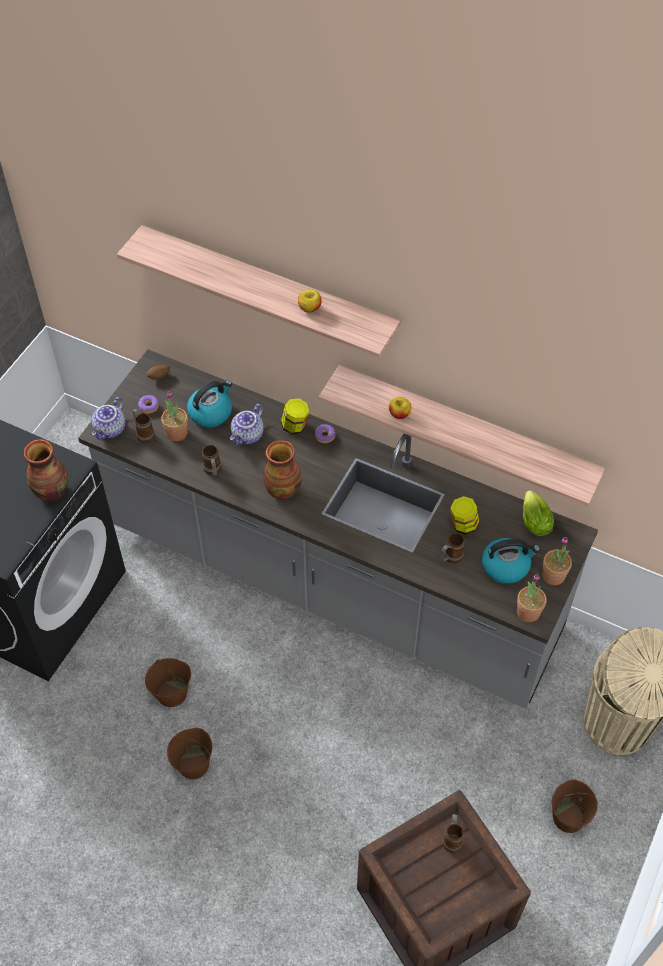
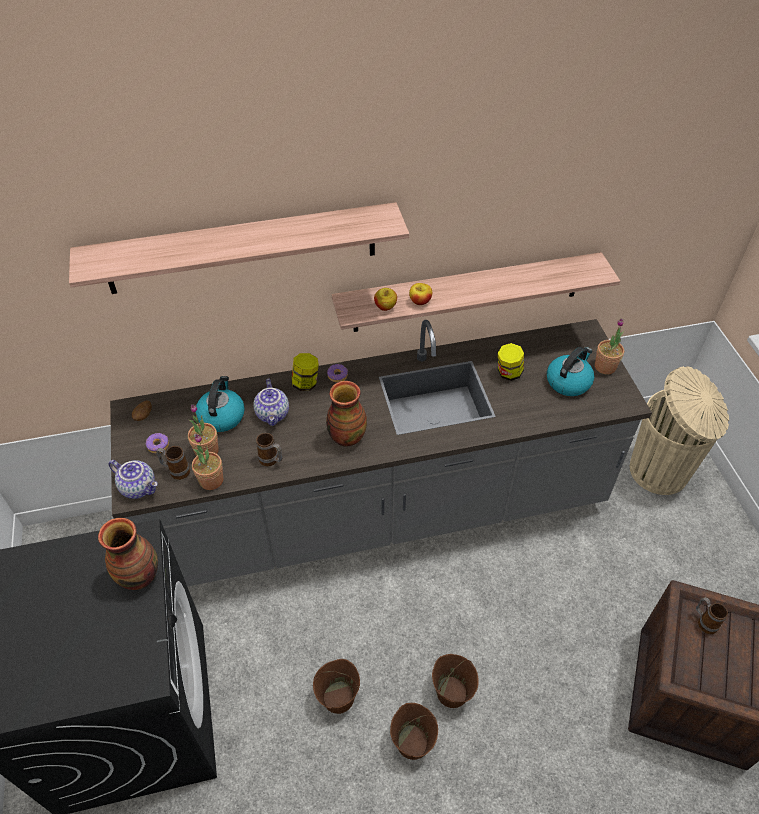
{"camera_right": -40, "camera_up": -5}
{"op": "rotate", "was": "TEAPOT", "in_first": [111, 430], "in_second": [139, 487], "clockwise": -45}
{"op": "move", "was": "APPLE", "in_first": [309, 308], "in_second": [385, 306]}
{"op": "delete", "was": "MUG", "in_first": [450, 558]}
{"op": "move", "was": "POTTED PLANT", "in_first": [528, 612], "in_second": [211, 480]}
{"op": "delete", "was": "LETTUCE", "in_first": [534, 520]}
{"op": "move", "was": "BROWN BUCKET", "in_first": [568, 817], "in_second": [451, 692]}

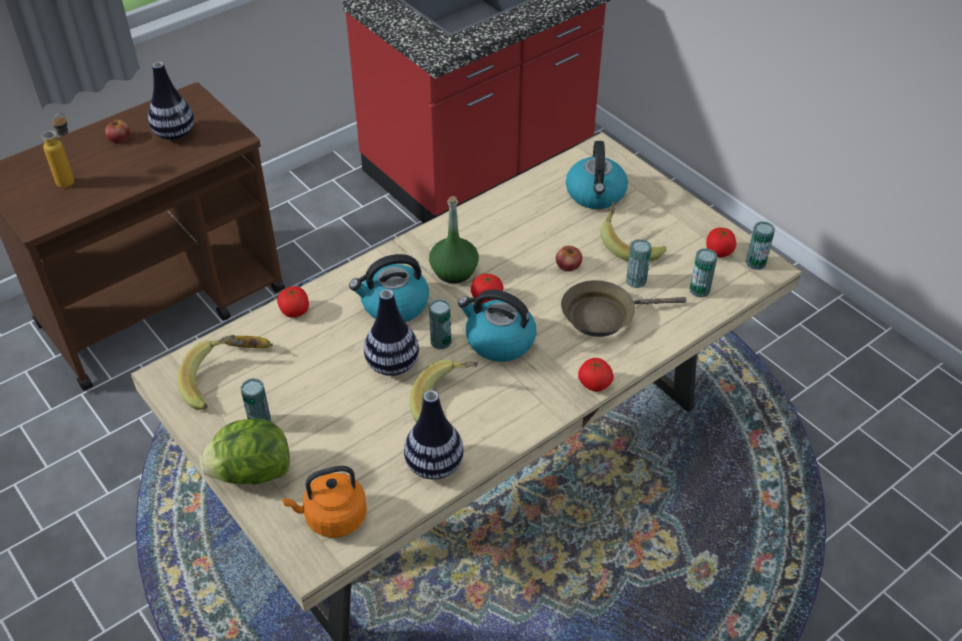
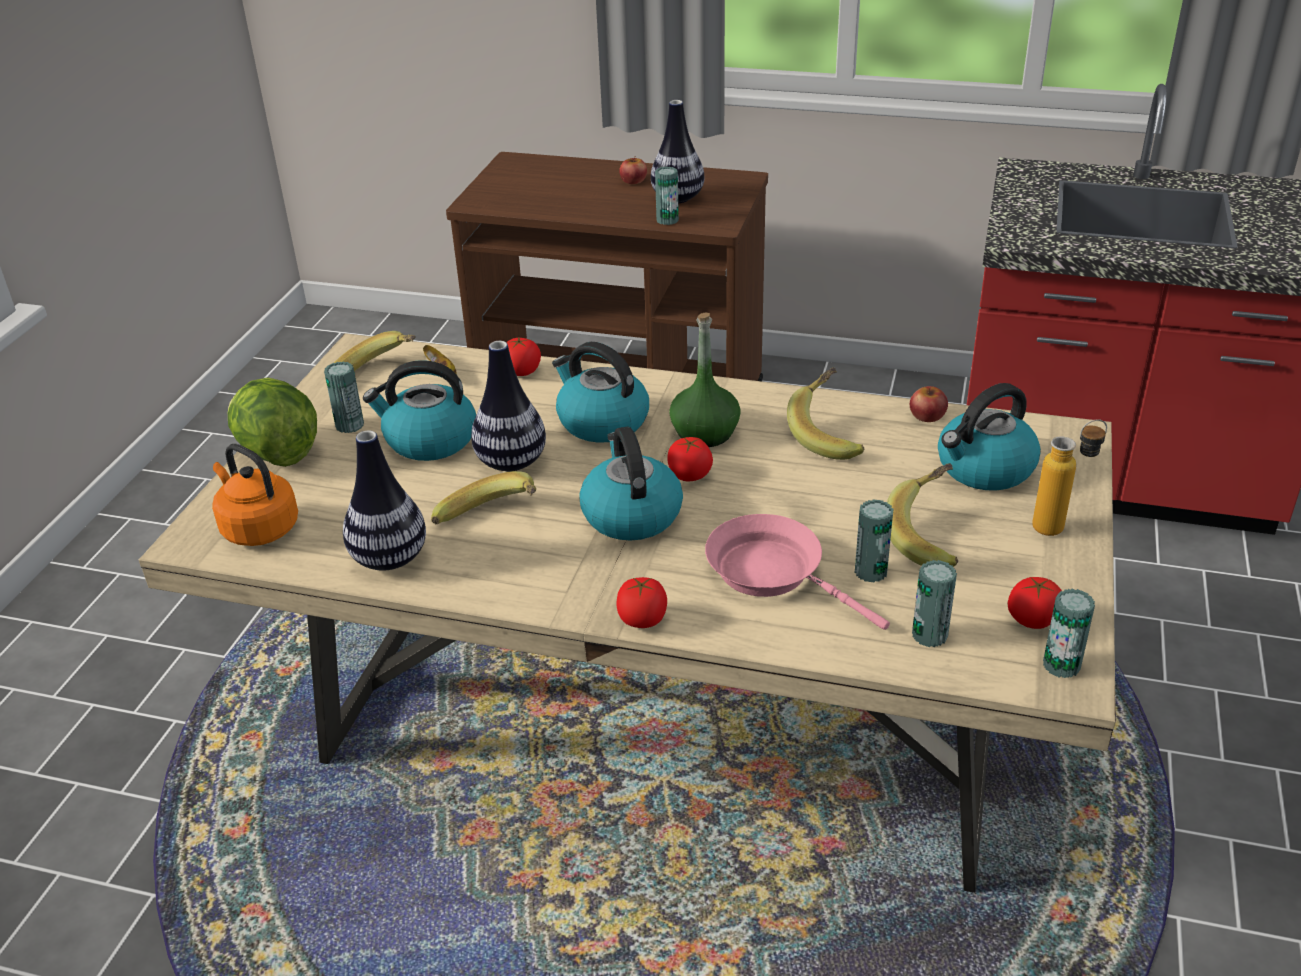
{"camera_right": 55, "camera_up": -10}
{"op": "move", "was": "BOTTLE", "in_first": [70, 178], "in_second": [1060, 526]}
{"op": "move", "was": "CAN", "in_first": [441, 341], "in_second": [667, 220]}
{"op": "move", "was": "APPLE", "in_first": [568, 265], "in_second": [927, 415]}
{"op": "recolor", "was": "BROWN FRYING PAN", "now": "PINK FRYING PAN", "in_first": [604, 315], "in_second": [773, 573]}
{"op": "insert", "now": "KETTLE", "in_second": [429, 440]}
{"op": "insert", "now": "BANANA", "in_second": [831, 434]}

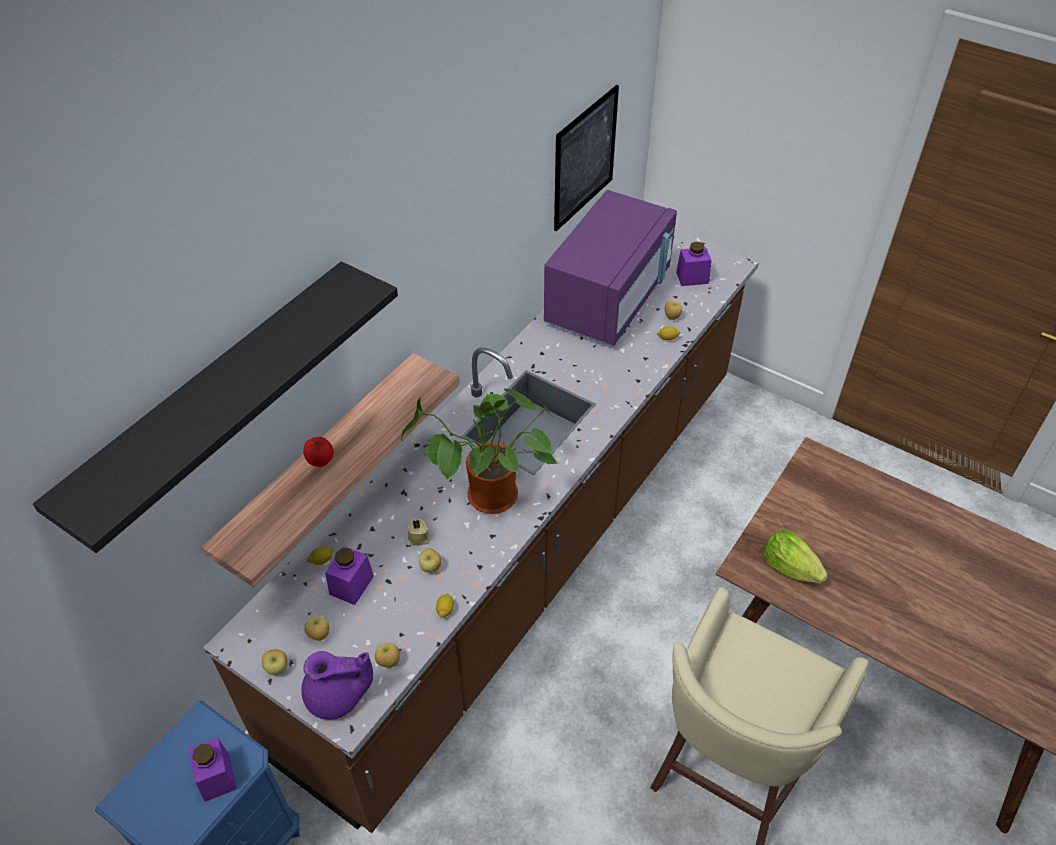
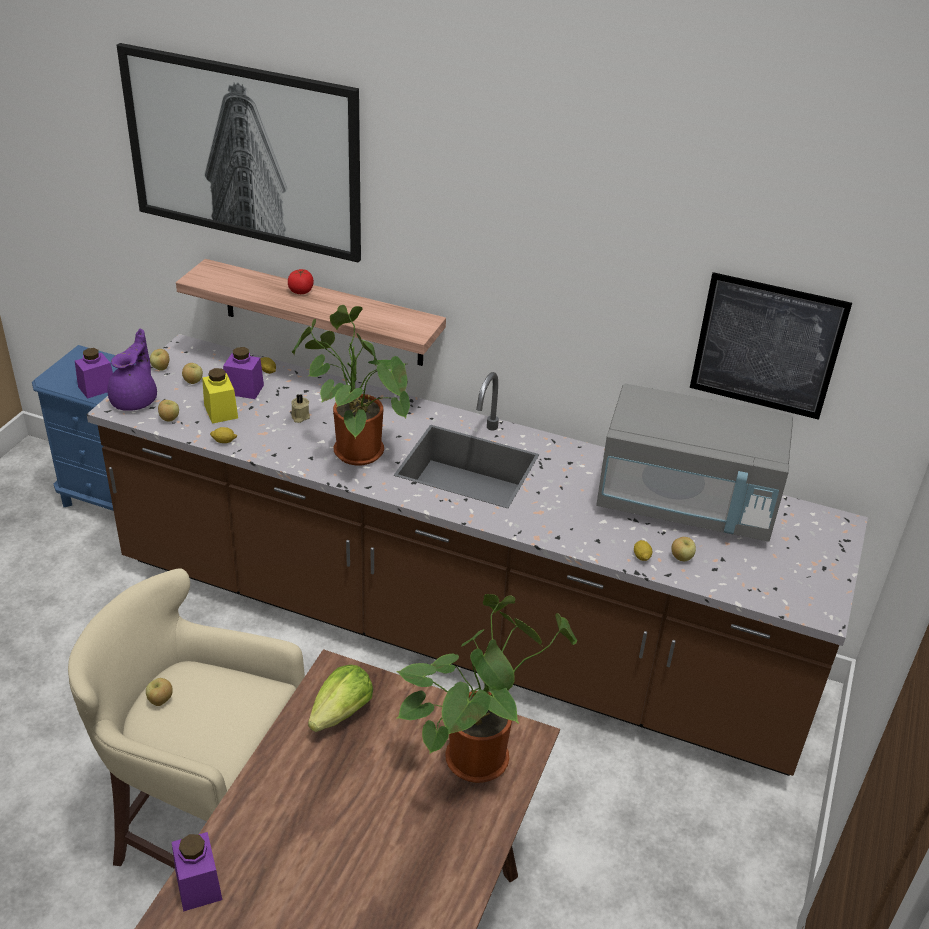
{"camera_right": 75, "camera_up": -10}
{"op": "replace", "was": "BLACK SHELF", "now": "PICTURE", "in_first": [214, 398], "in_second": [242, 153]}
{"op": "rotate", "was": "PURPLE TEAPOT", "in_first": [338, 697], "in_second": [136, 400], "clockwise": -150}
{"op": "move", "was": "APPLE", "in_first": [431, 567], "in_second": [160, 701]}
{"op": "recolor", "was": "PURPLE MICROWAVE", "now": "GREY MICROWAVE", "in_first": [608, 299], "in_second": [686, 503]}
{"op": "move", "was": "PURPLE JAR", "in_first": [692, 277], "in_second": [198, 884]}
{"op": "insert", "now": "YELLOW JAR", "in_second": [221, 411]}
{"op": "insert", "now": "POTTED PLANT", "in_second": [478, 753]}

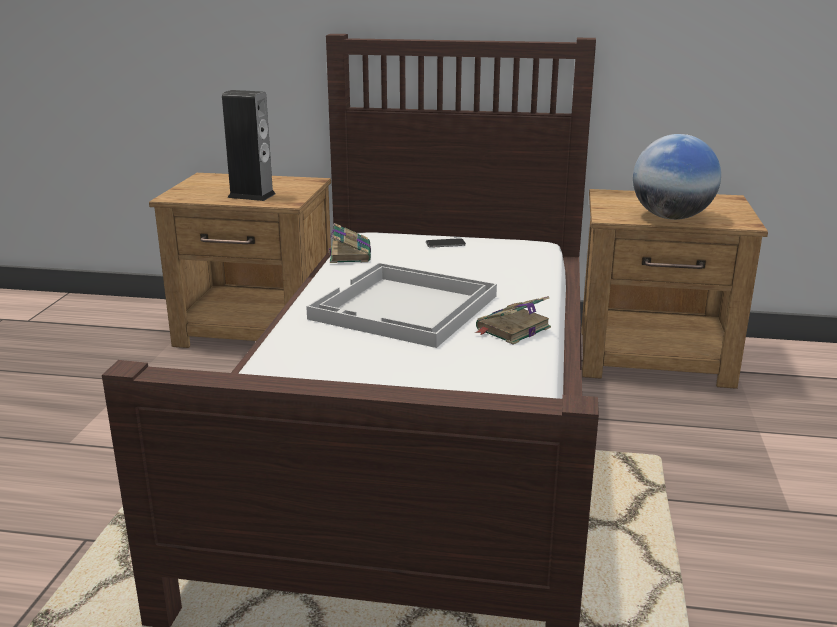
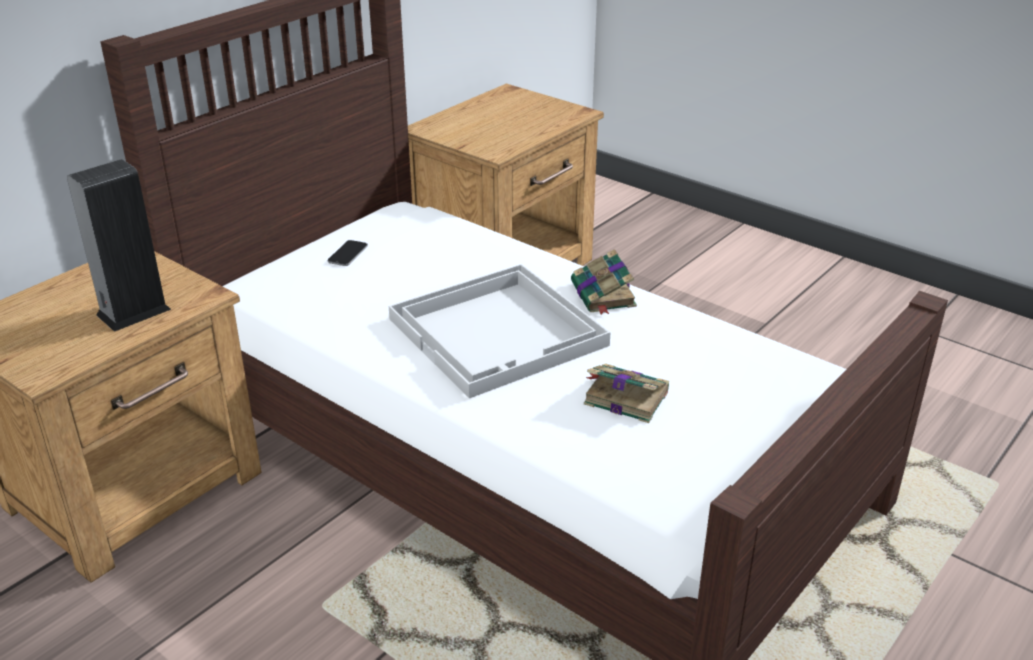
{"camera_right": -60, "camera_up": 10}
{"op": "move", "was": "BOOK", "in_first": [350, 254], "in_second": [624, 397]}
{"op": "delete", "was": "GLOBE", "in_first": [671, 217]}

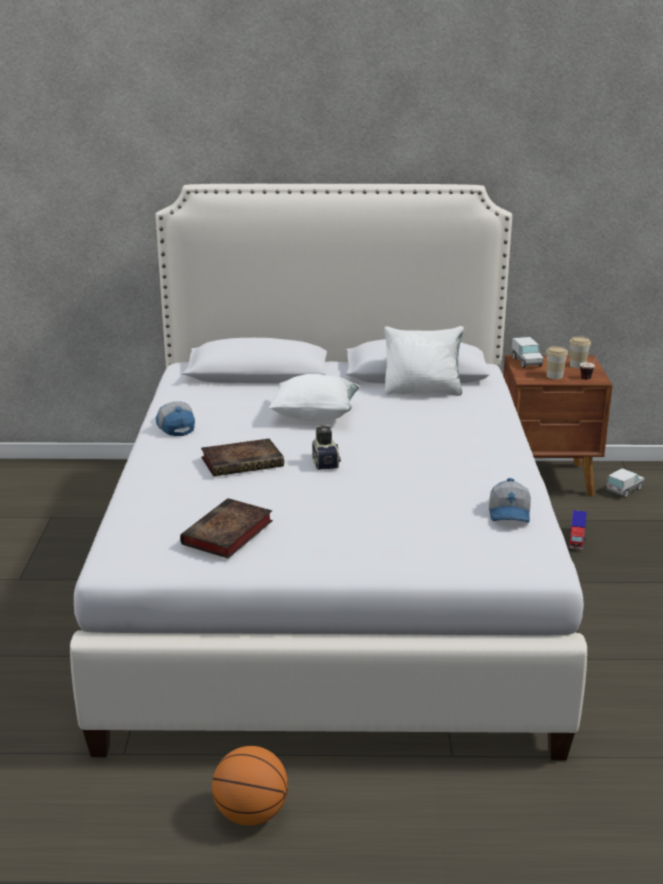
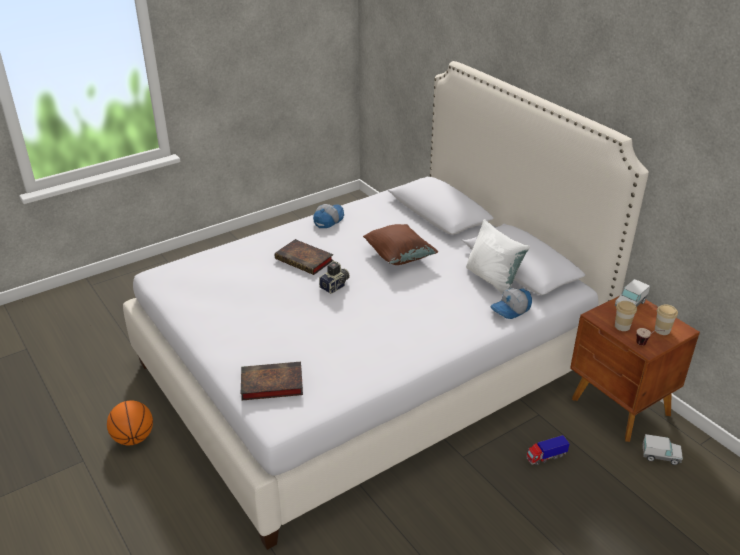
{"camera_right": 55, "camera_up": 10}
{"op": "move", "was": "BOOK", "in_first": [227, 534], "in_second": [270, 384]}
{"op": "recolor", "was": "WHITE PILLOW", "now": "BROWN PILLOW", "in_first": [315, 416], "in_second": [399, 257]}
{"op": "move", "was": "CAP", "in_first": [510, 514], "in_second": [511, 310]}

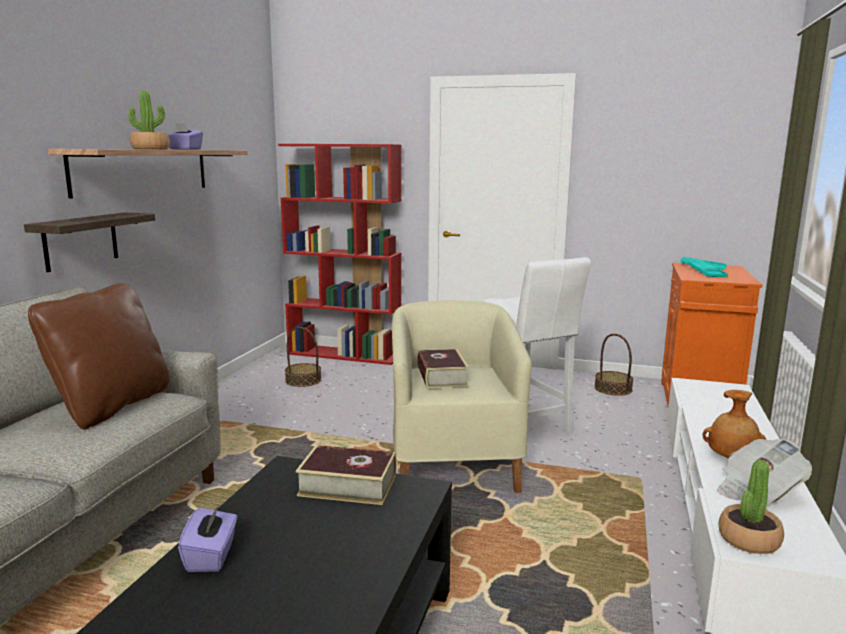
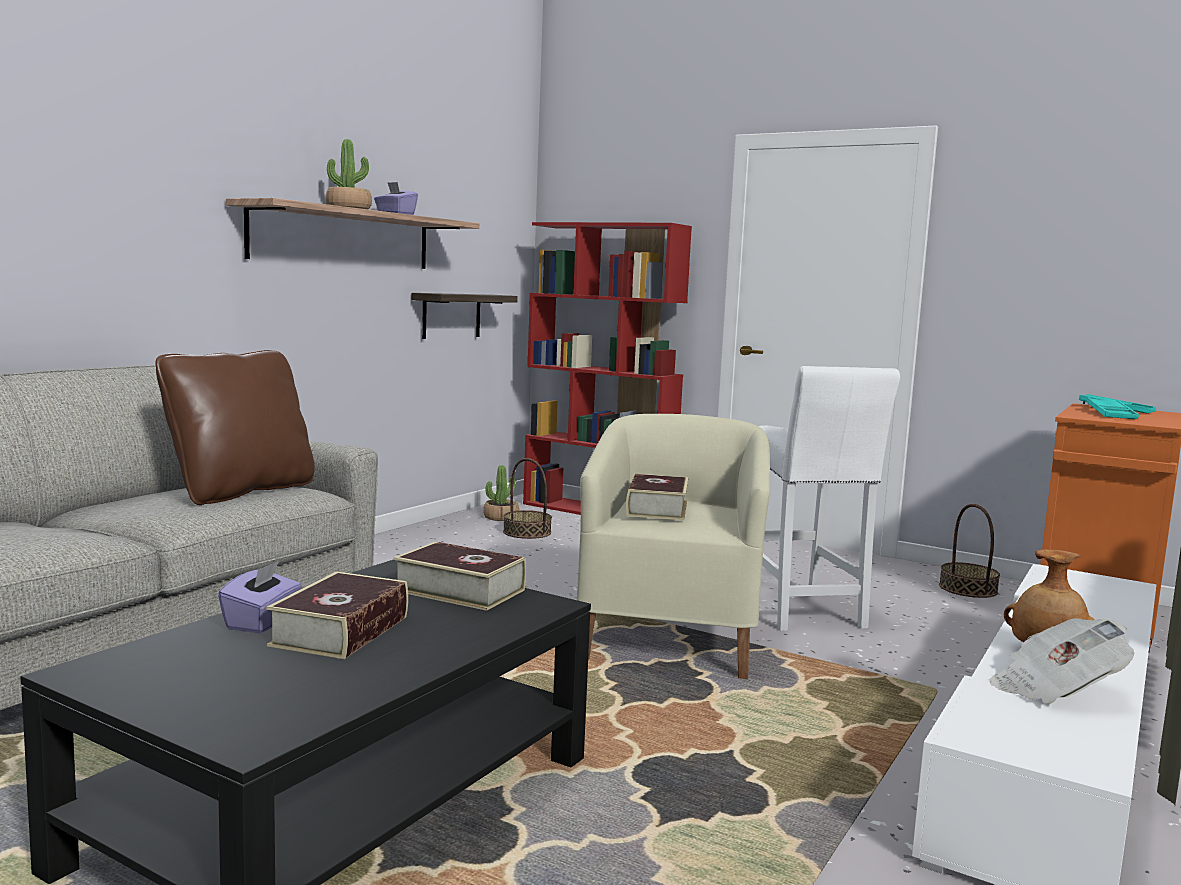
{"camera_right": 15, "camera_up": -5}
{"op": "move", "was": "SHELF", "in_first": [81, 241], "in_second": [451, 315]}
{"op": "move", "was": "POTTED PLANT", "in_first": [748, 539], "in_second": [501, 517]}
{"op": "insert", "now": "BOOK", "in_second": [340, 631]}

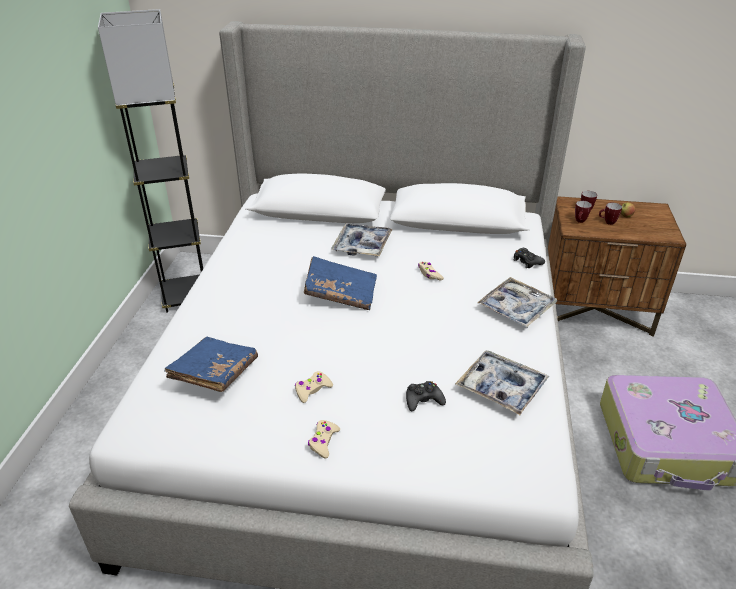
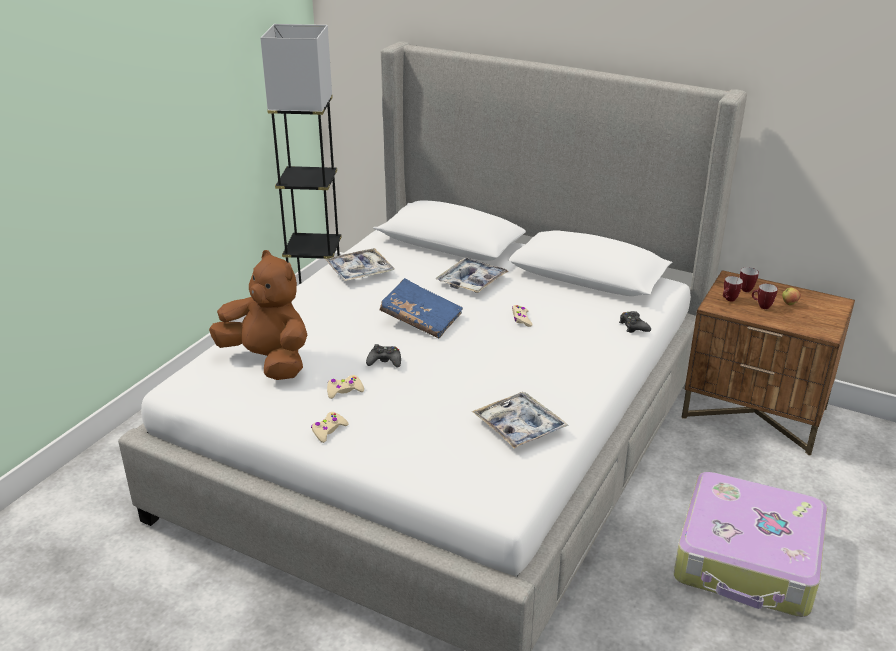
{"camera_right": 20, "camera_up": -5}
{"op": "replace", "was": "BLUE BOOK", "now": "BROWN PLUSH TOY", "in_first": [215, 374], "in_second": [268, 361]}
{"op": "move", "was": "BLACK GAME CONTROLLER", "in_first": [423, 400], "in_second": [384, 361]}
{"op": "move", "was": "TRAY", "in_first": [516, 308], "in_second": [360, 271]}

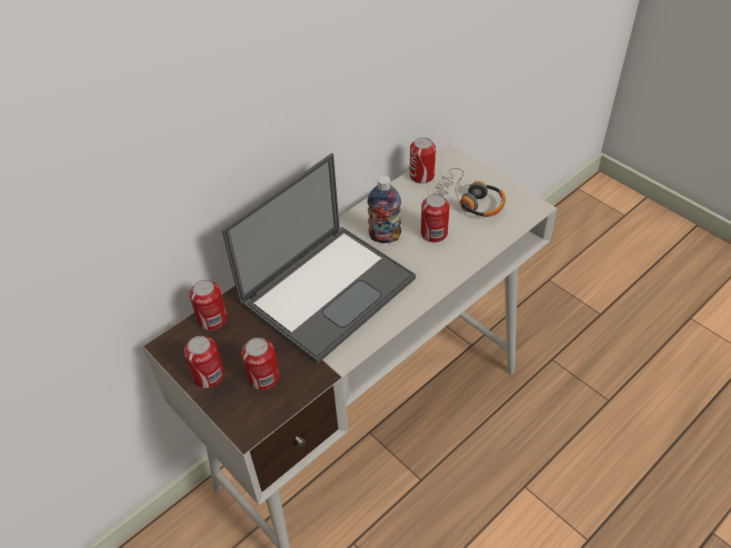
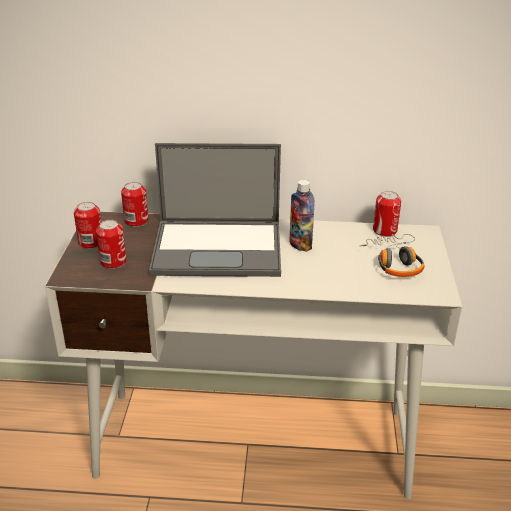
{"camera_right": 45, "camera_up": -15}
{"op": "delete", "was": "CAN", "in_first": [434, 233]}

